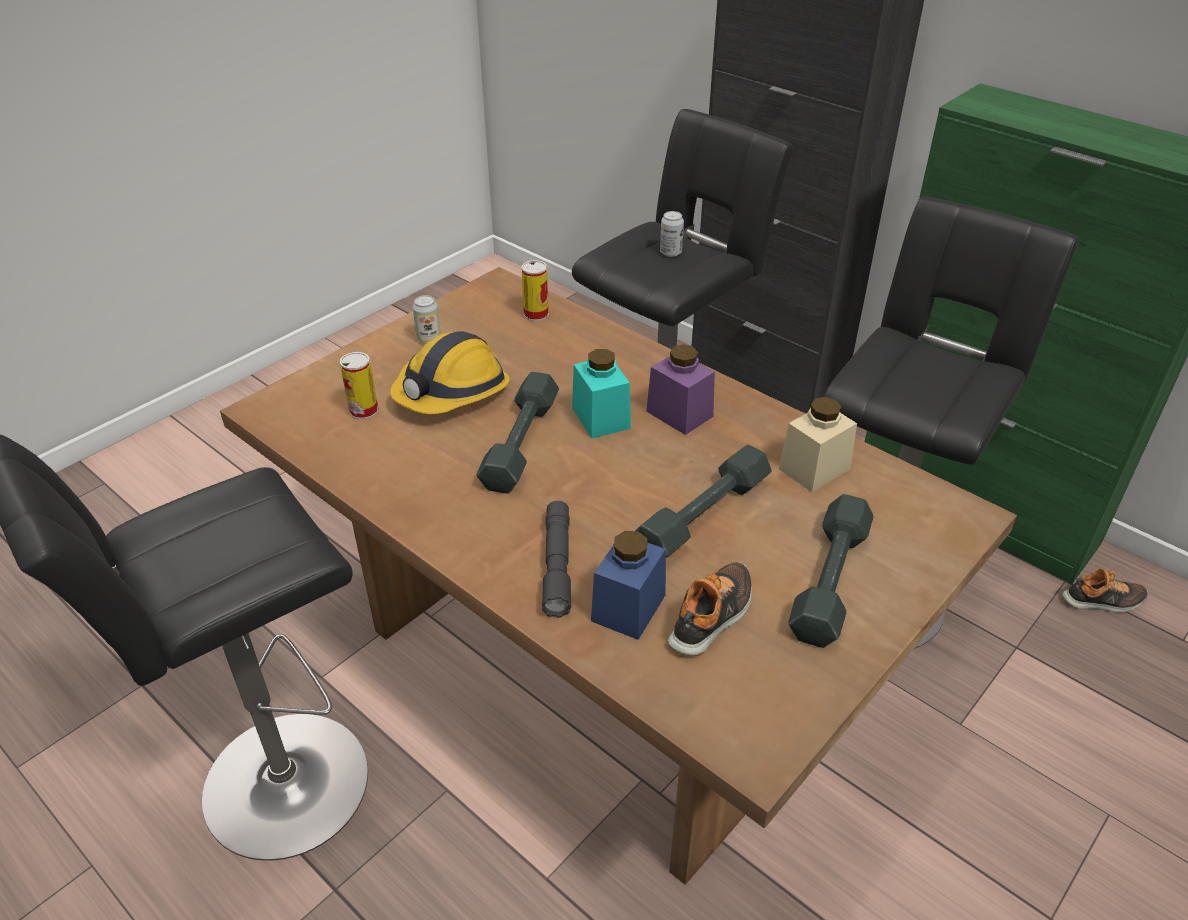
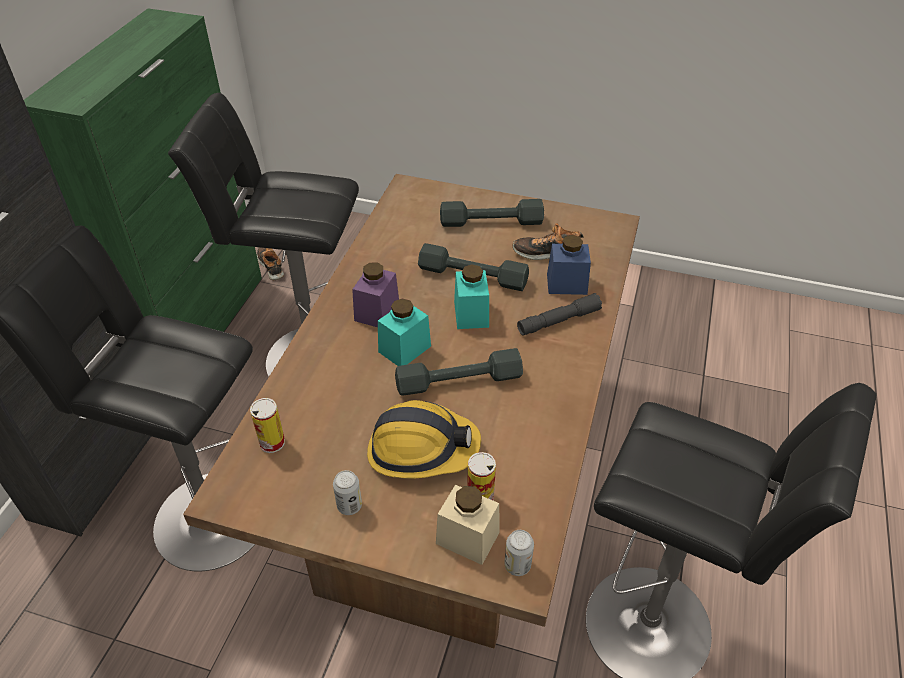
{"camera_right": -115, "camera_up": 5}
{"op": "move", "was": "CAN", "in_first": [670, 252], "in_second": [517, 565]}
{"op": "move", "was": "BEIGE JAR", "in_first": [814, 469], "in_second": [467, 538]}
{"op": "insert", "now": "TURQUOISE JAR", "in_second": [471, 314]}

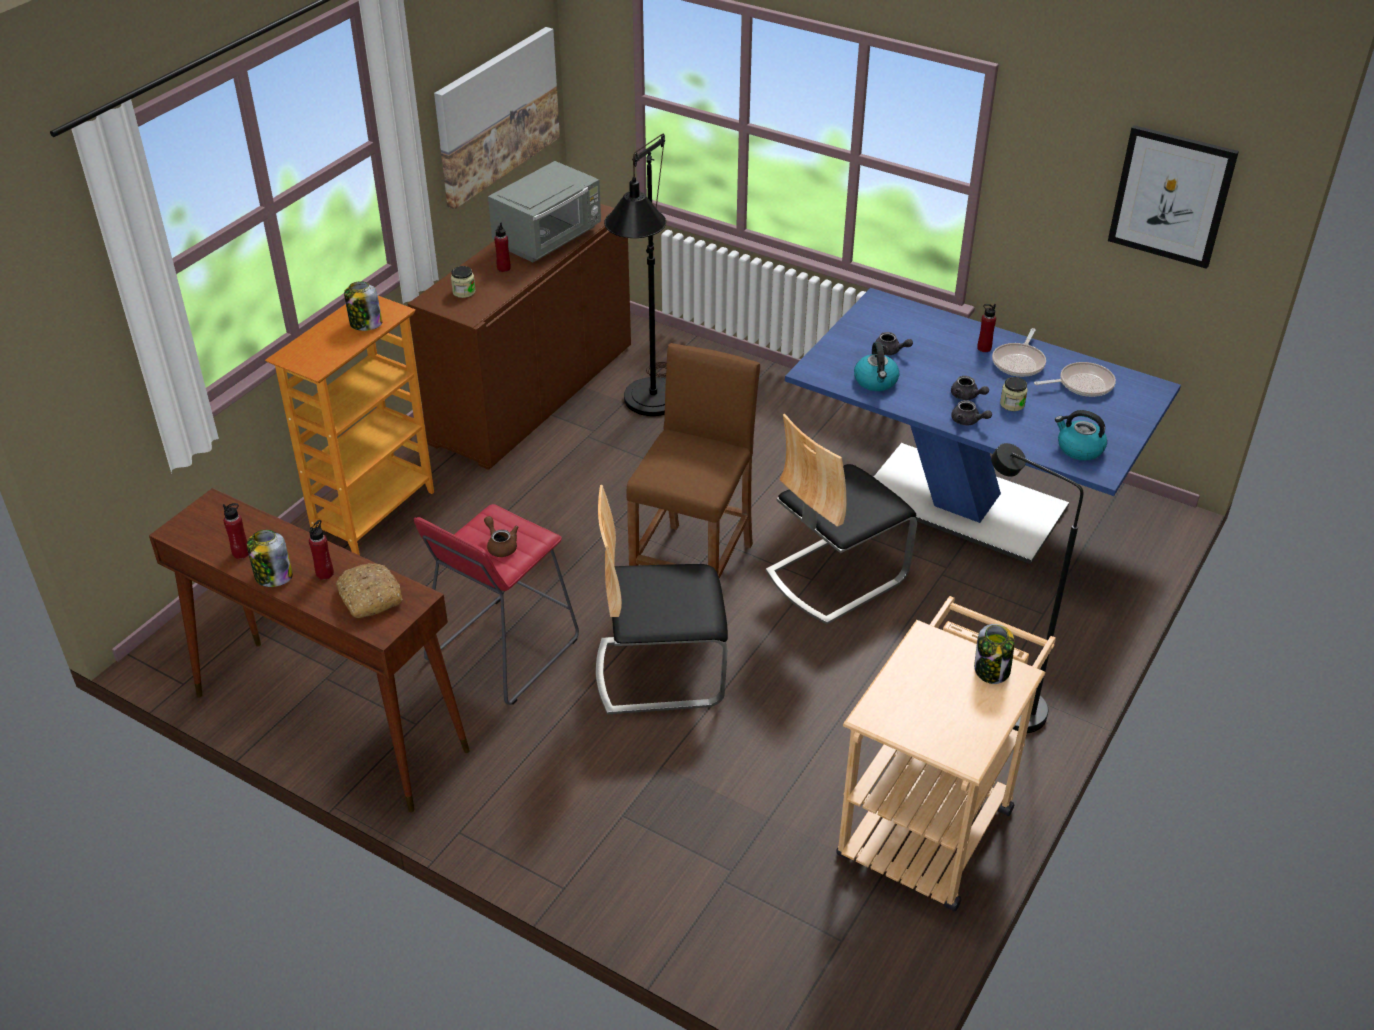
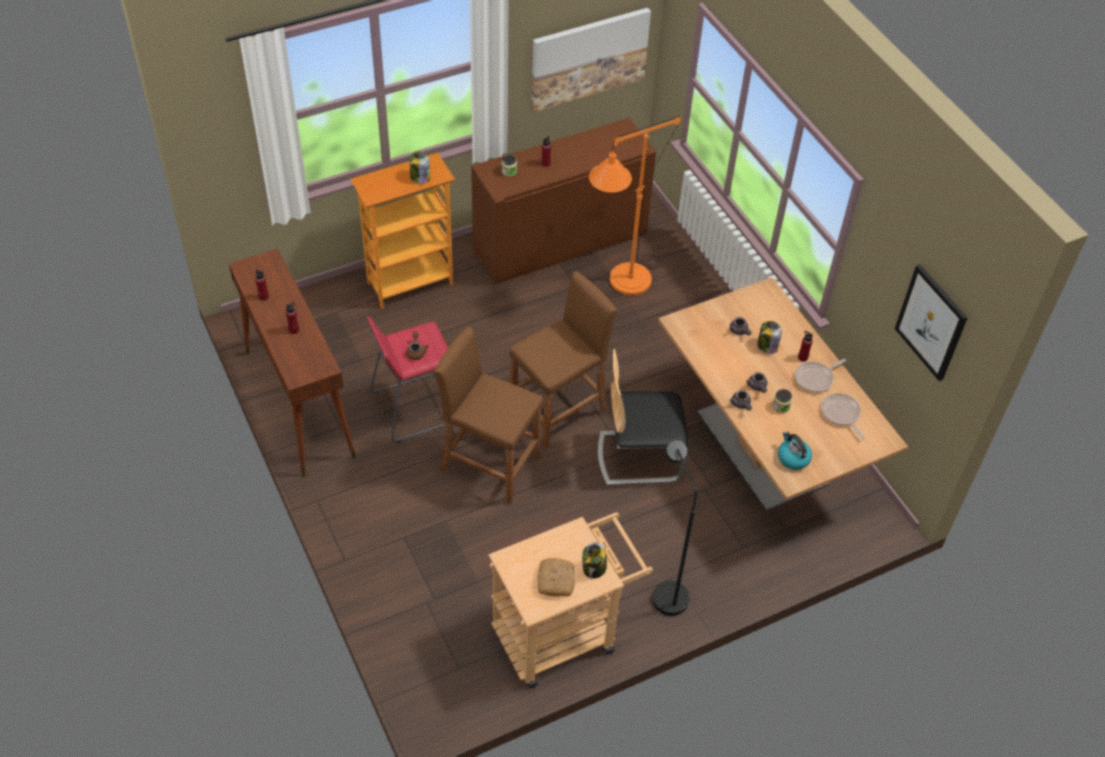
{"camera_right": 30, "camera_up": 10}
{"op": "move", "was": "JAR", "in_first": [273, 576], "in_second": [767, 346]}
{"op": "move", "was": "BREAD", "in_first": [369, 597], "in_second": [555, 580]}
{"op": "delete", "was": "GREY MICROWAVE", "in_first": [549, 239]}
{"op": "replace", "was": "CHAIR", "now": "BROWN STOOL", "in_first": [660, 671], "in_second": [489, 464]}
{"op": "recolor", "was": "BLACK FLOOR LAMP", "now": "ORANGE FLOOR LAMP", "in_first": [650, 409], "in_second": [622, 286]}
{"op": "recolor", "was": "BLUE DINING TABLE", "now": "BROWN DINING TABLE", "in_first": [962, 502], "in_second": [761, 448]}
{"op": "delete", "was": "KETTLE", "in_first": [876, 381]}
{"op": "rotate", "was": "FRYING PAN", "in_first": [1082, 384], "in_second": [841, 414], "clockwise": -135}

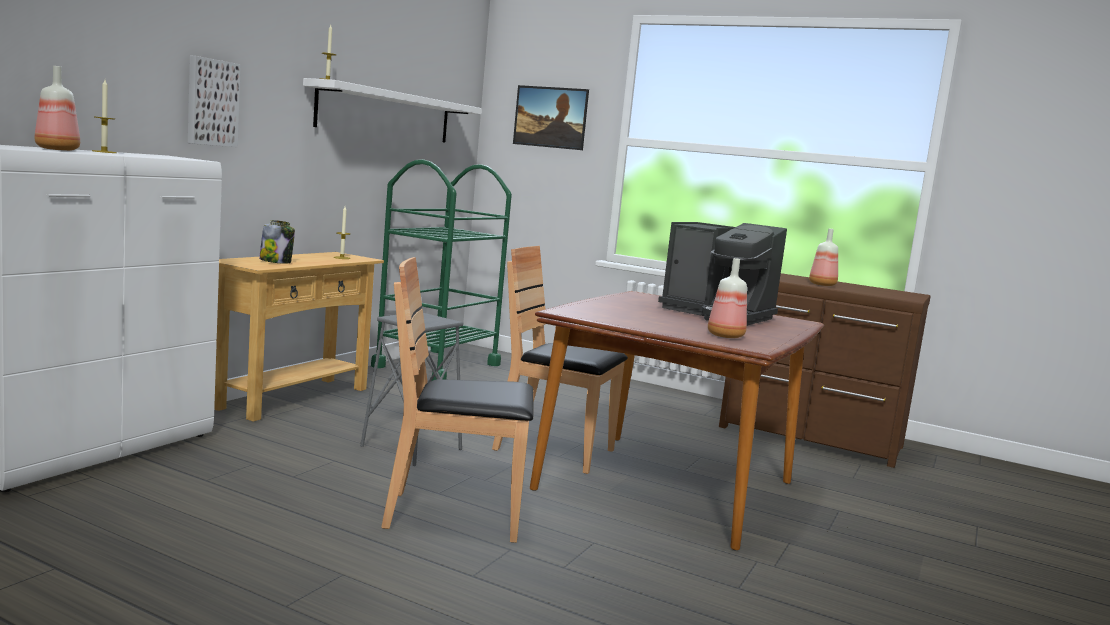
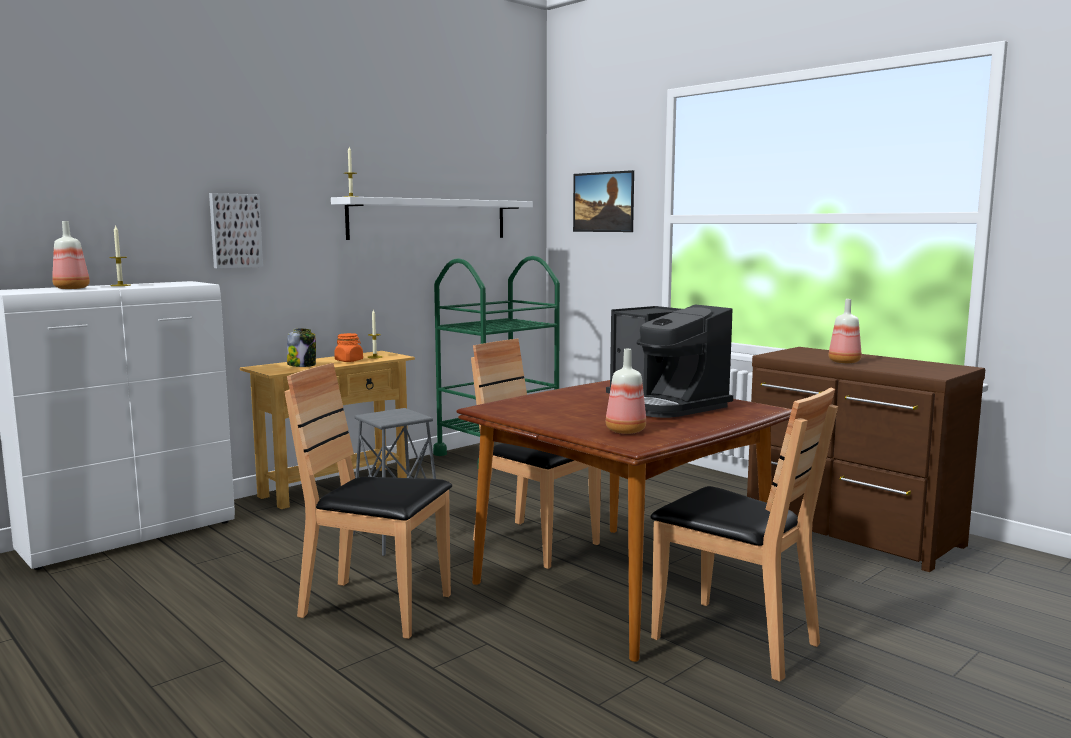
{"camera_right": 20, "camera_up": 0}
{"op": "insert", "now": "ORANGE JAR", "in_second": [349, 360]}
{"op": "insert", "now": "BROWN CHAIR", "in_second": [734, 639]}

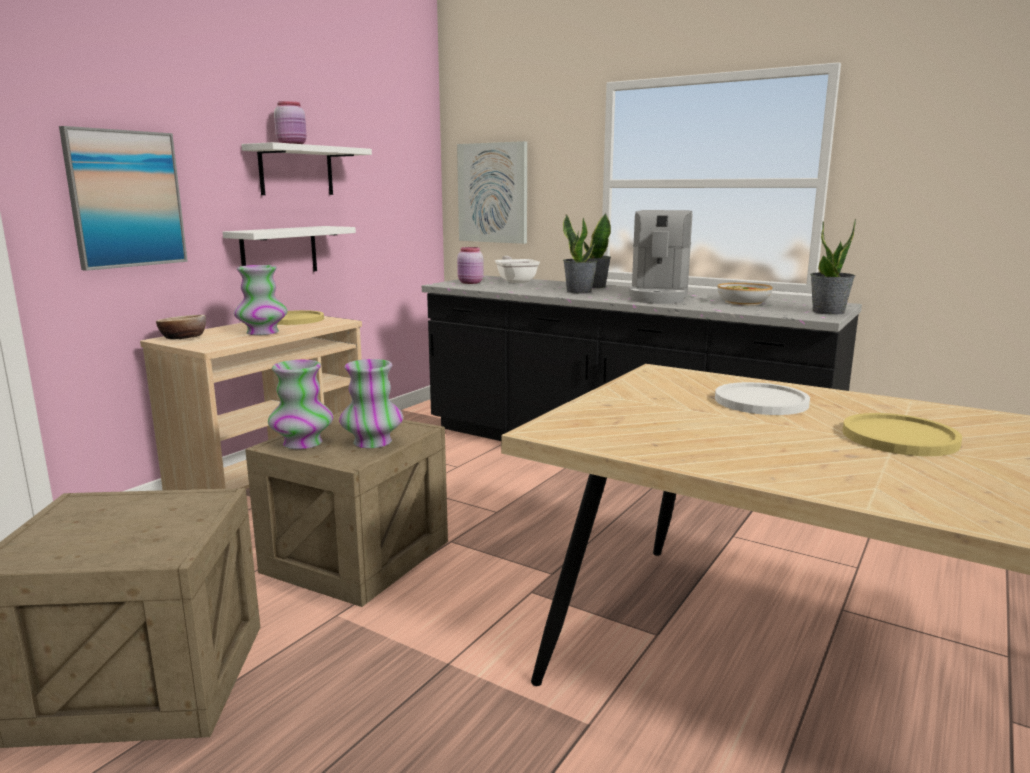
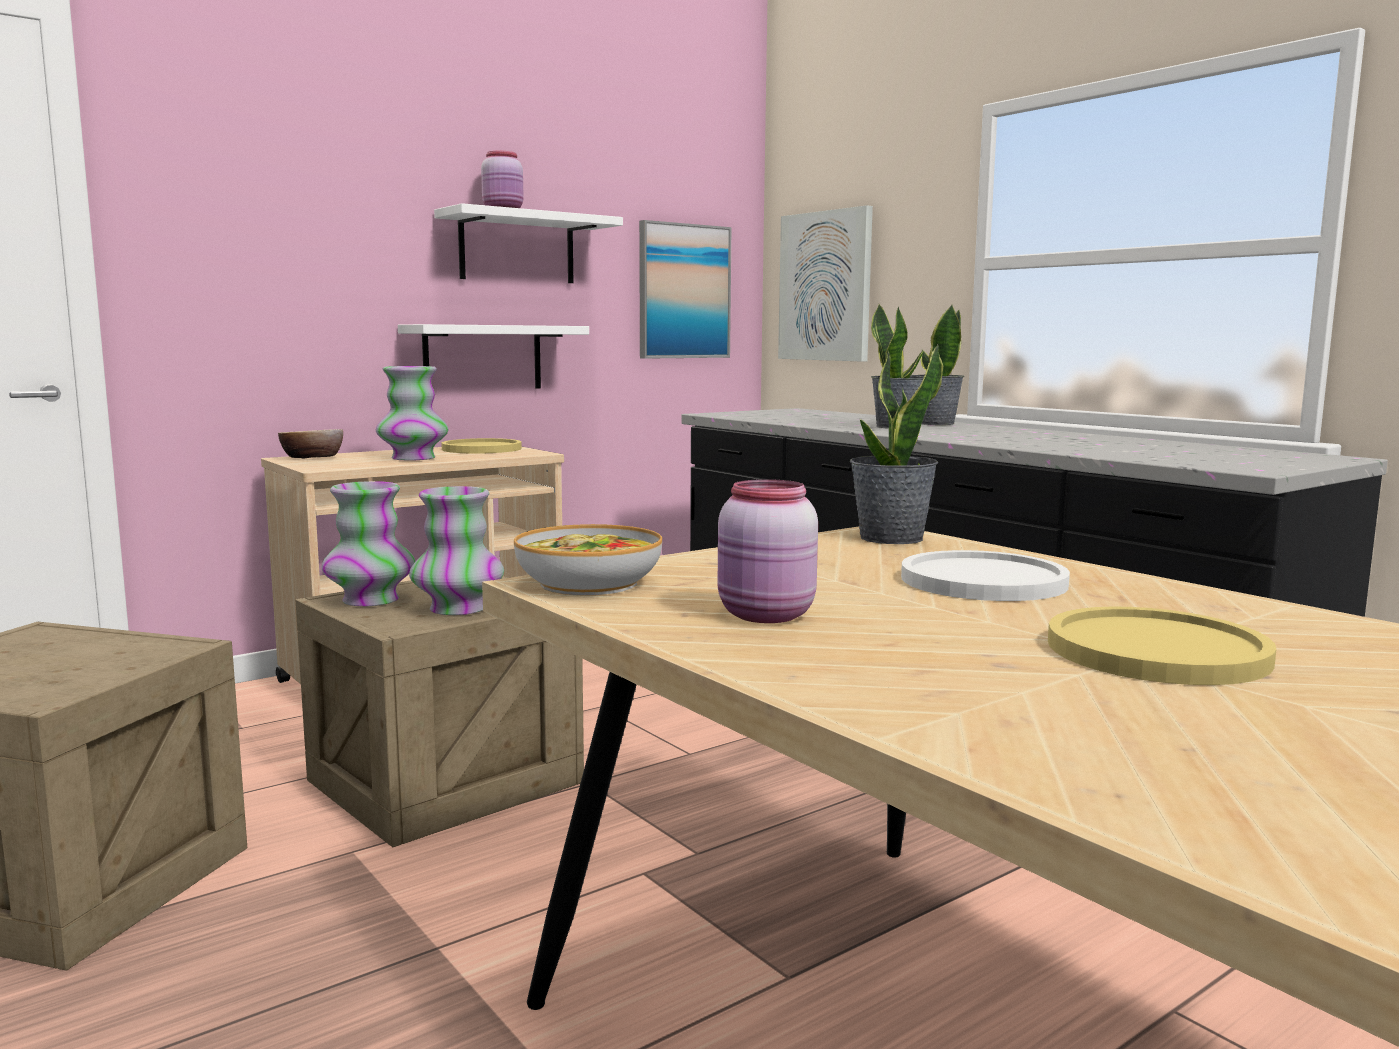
{"camera_right": 20, "camera_up": -5}
{"op": "move", "was": "PICTURE", "in_first": [126, 199], "in_second": [683, 291]}
{"op": "move", "was": "PINK JAR", "in_first": [470, 283], "in_second": [766, 616]}
{"op": "delete", "was": "FRYING PAN", "in_first": [516, 281]}
{"op": "delete", "was": "COFFEE MACHINE", "in_first": [659, 296]}
{"op": "move", "was": "BOWL", "in_first": [743, 302], "in_second": [590, 583]}
{"op": "move", "was": "POTTED PLANT", "in_first": [828, 312], "in_second": [891, 538]}

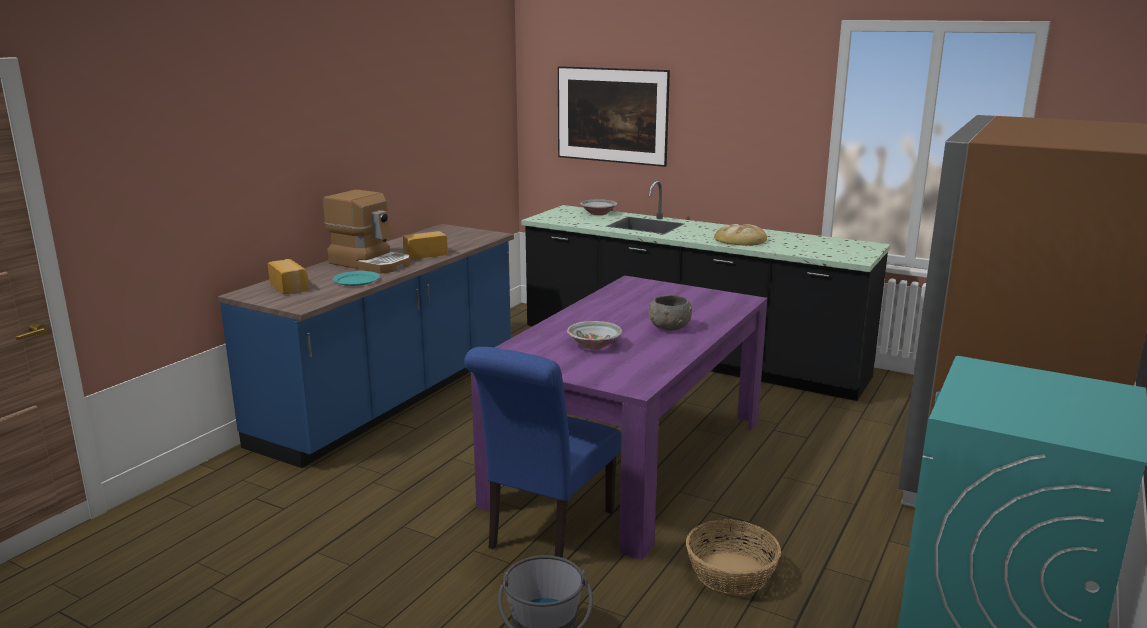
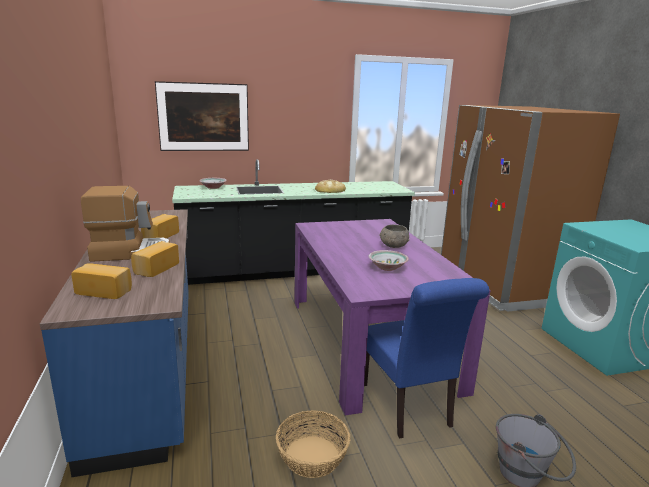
{"camera_right": -45, "camera_up": 0}
{"op": "replace", "was": "TURQUOISE PLATE", "now": "BREAD", "in_first": [356, 280], "in_second": [155, 268]}
{"op": "move", "was": "BASKET", "in_first": [730, 573], "in_second": [311, 456]}

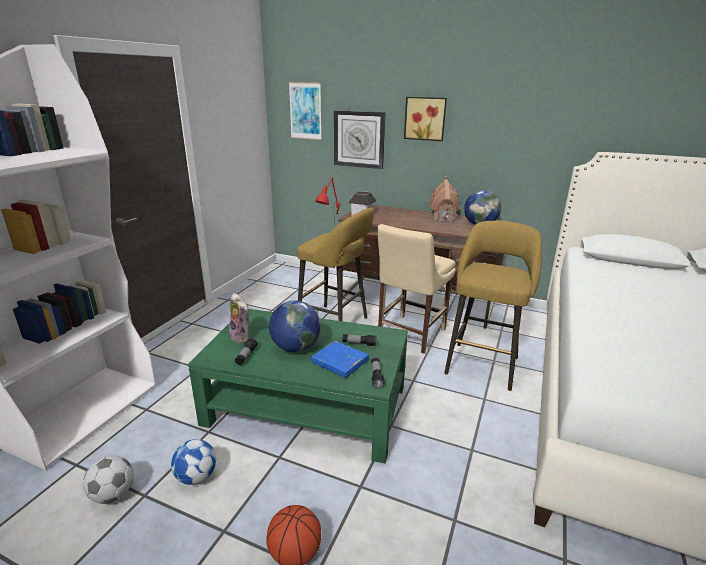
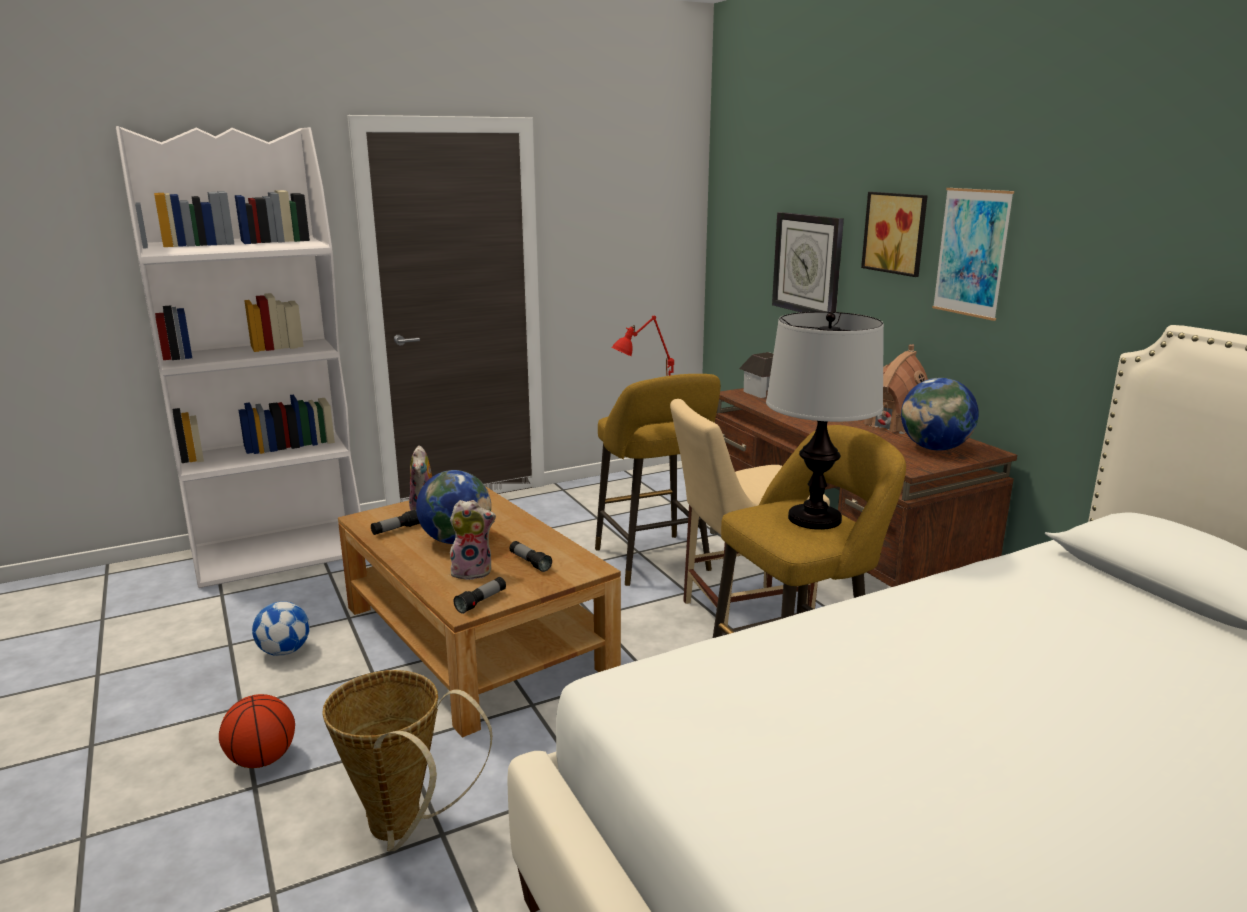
{"camera_right": 40, "camera_up": -5}
{"op": "delete", "was": "FOOTBALL", "in_first": [113, 494]}
{"op": "recolor", "was": "GREEN COFFEE TABLE", "now": "BROWN COFFEE TABLE", "in_first": [306, 405], "in_second": [475, 637]}
{"op": "move", "was": "PICTURE", "in_first": [305, 111], "in_second": [971, 253]}
{"op": "replace", "was": "BLUE BOOK", "now": "PLUSH TOY", "in_first": [340, 362], "in_second": [473, 571]}
{"op": "insert", "now": "BASKET", "in_second": [403, 830]}
{"op": "insert", "now": "TABLE LAMP", "in_second": [815, 518]}

